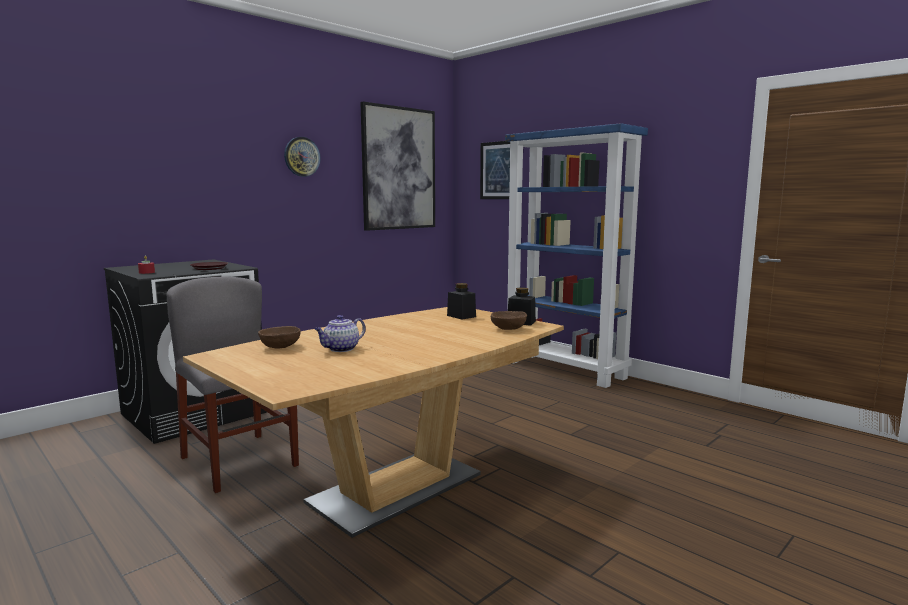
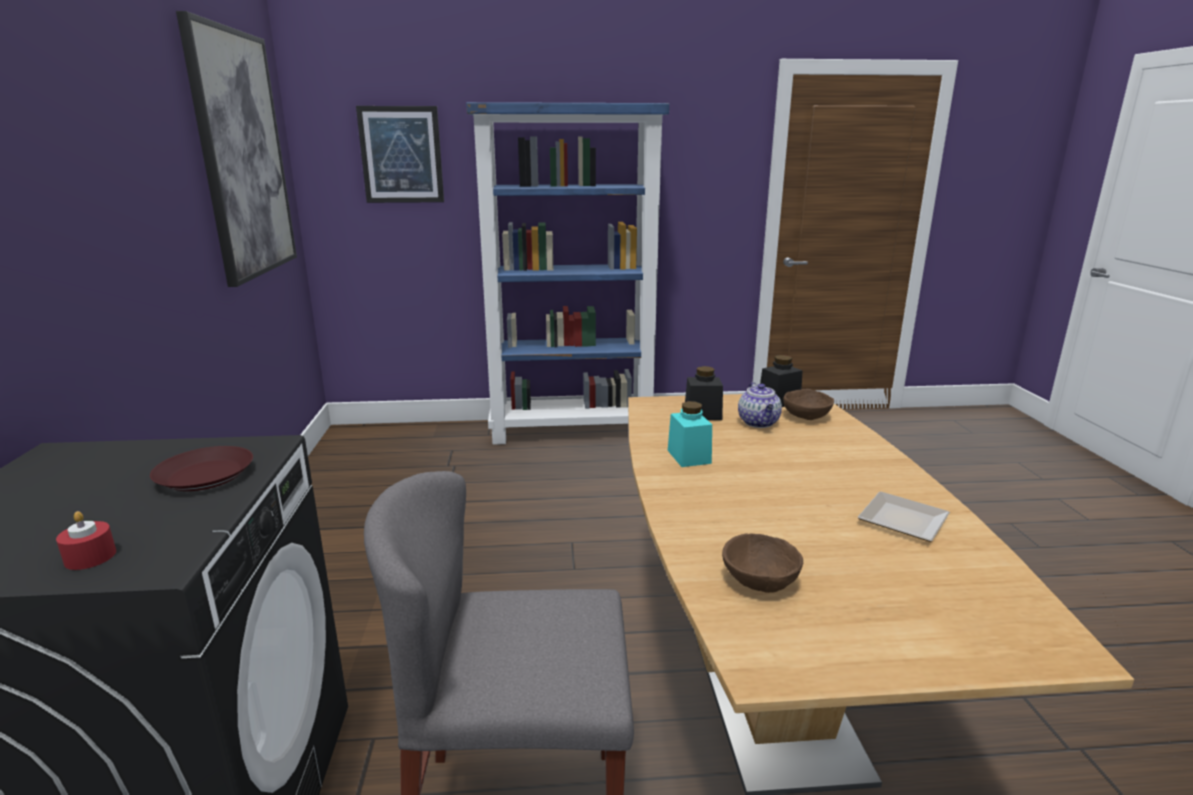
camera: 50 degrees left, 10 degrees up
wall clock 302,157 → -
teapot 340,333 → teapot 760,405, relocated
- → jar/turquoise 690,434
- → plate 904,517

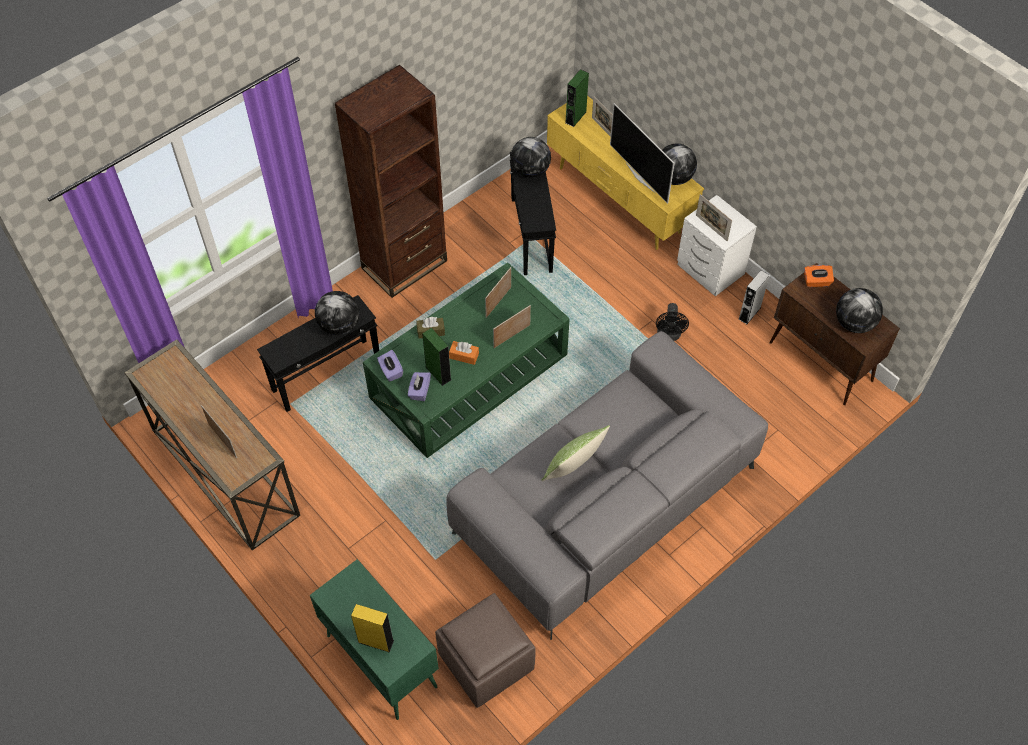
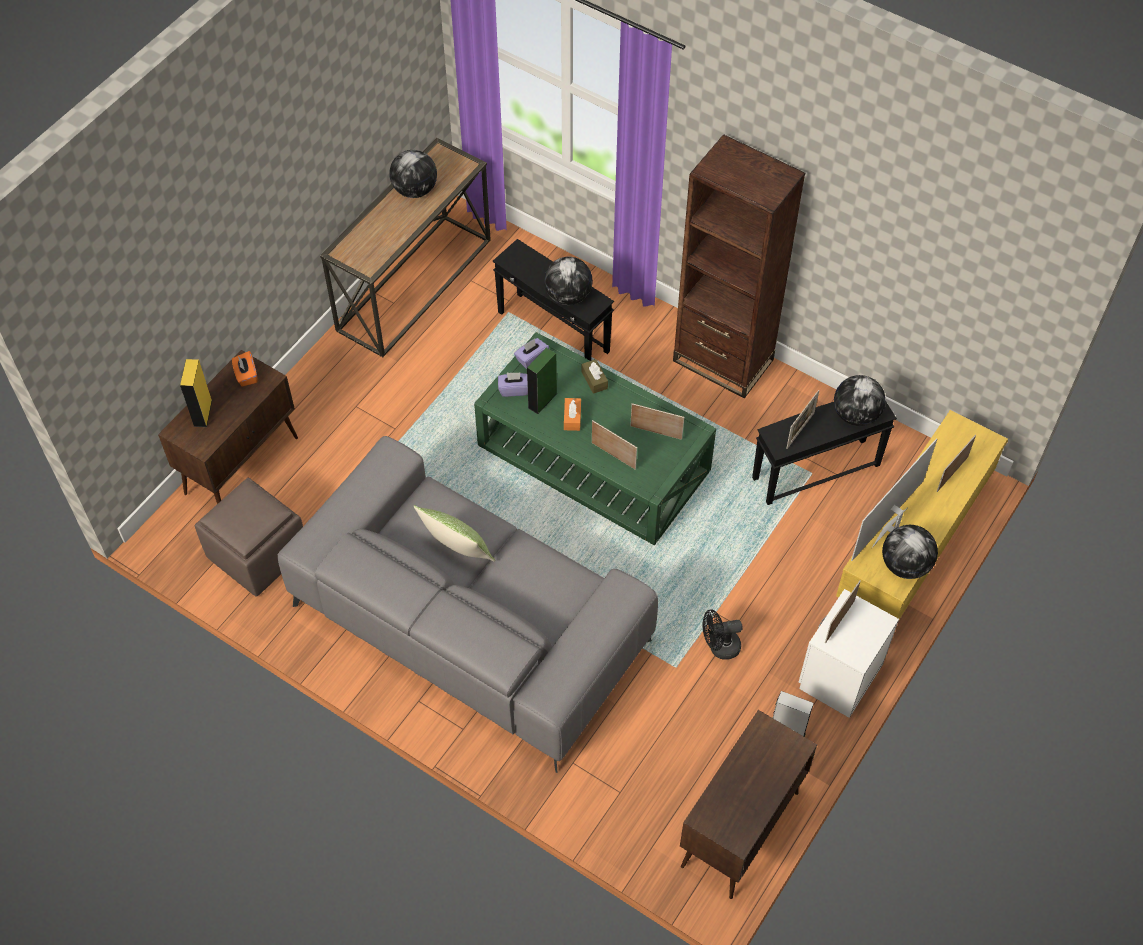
camera: 75 degrees right, 0 degrees up
speaker/green 577,98 → -
tissue box/orange 819,276 → tissue box/orange 245,368, relocated
globe 859,310 → globe 413,174, relocated
picture frame 219,431 → picture frame 802,419, relocated
cabinet/green 374,639 → cabinet/brown 228,427

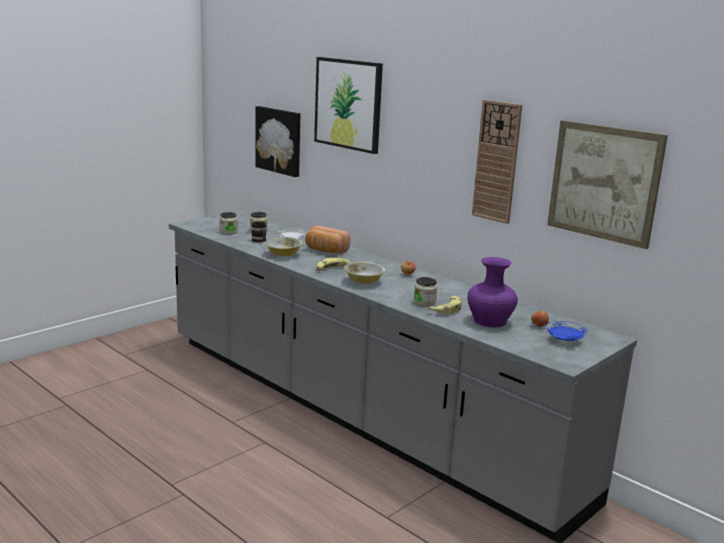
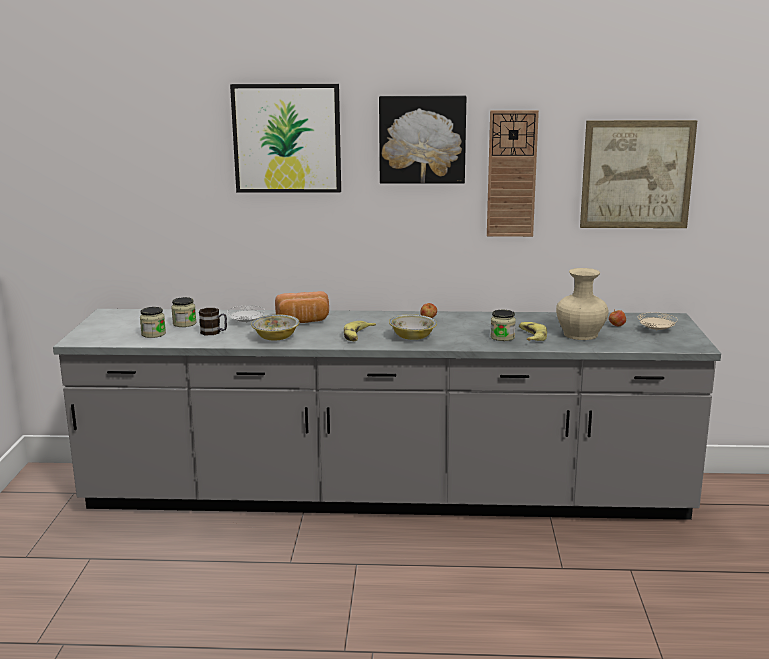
camera: 40 degrees left, 0 degrees up
picture 277,141 → picture 422,140, relocated
vase/purple 492,292 → vase/beige 582,304
plate/blue 566,331 → plate/beige 658,321

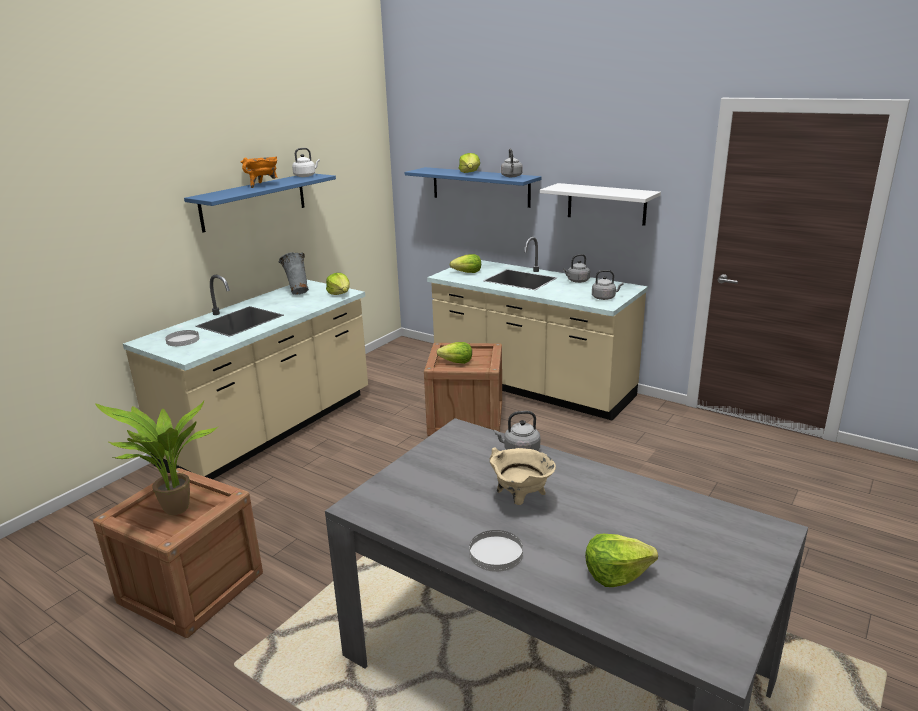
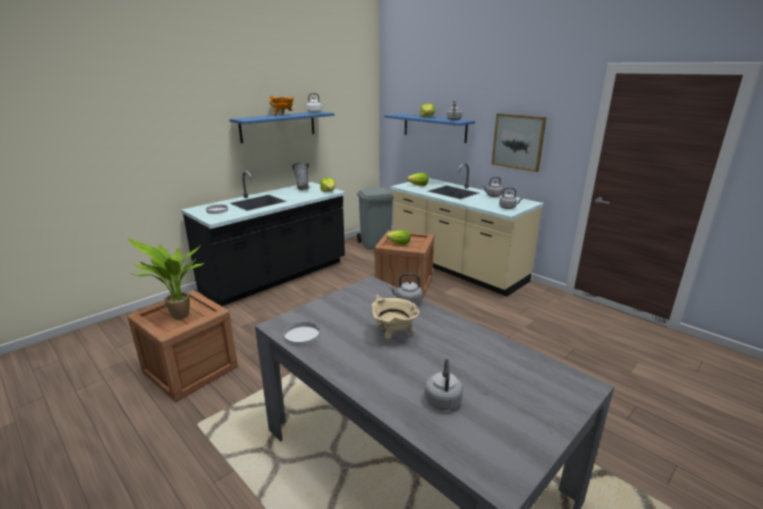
camera: 10 degrees right, 0 degrees up
shelf/white 600,204 → picture 519,142
counter/beige 245,377 → counter/black 263,238
plate/white 496,551 → plate/white 301,334, relocated
lettuce 621,560 → kettle/grey 444,384
- → trash can/grey 375,218

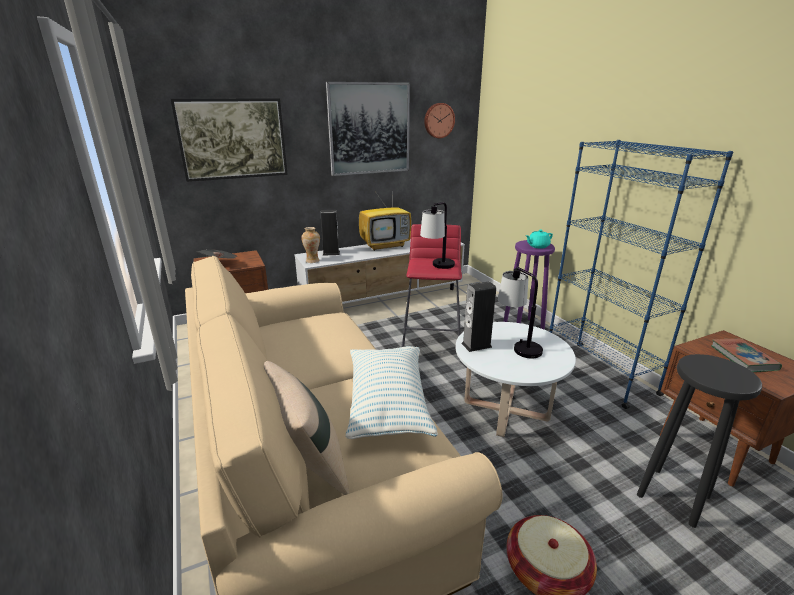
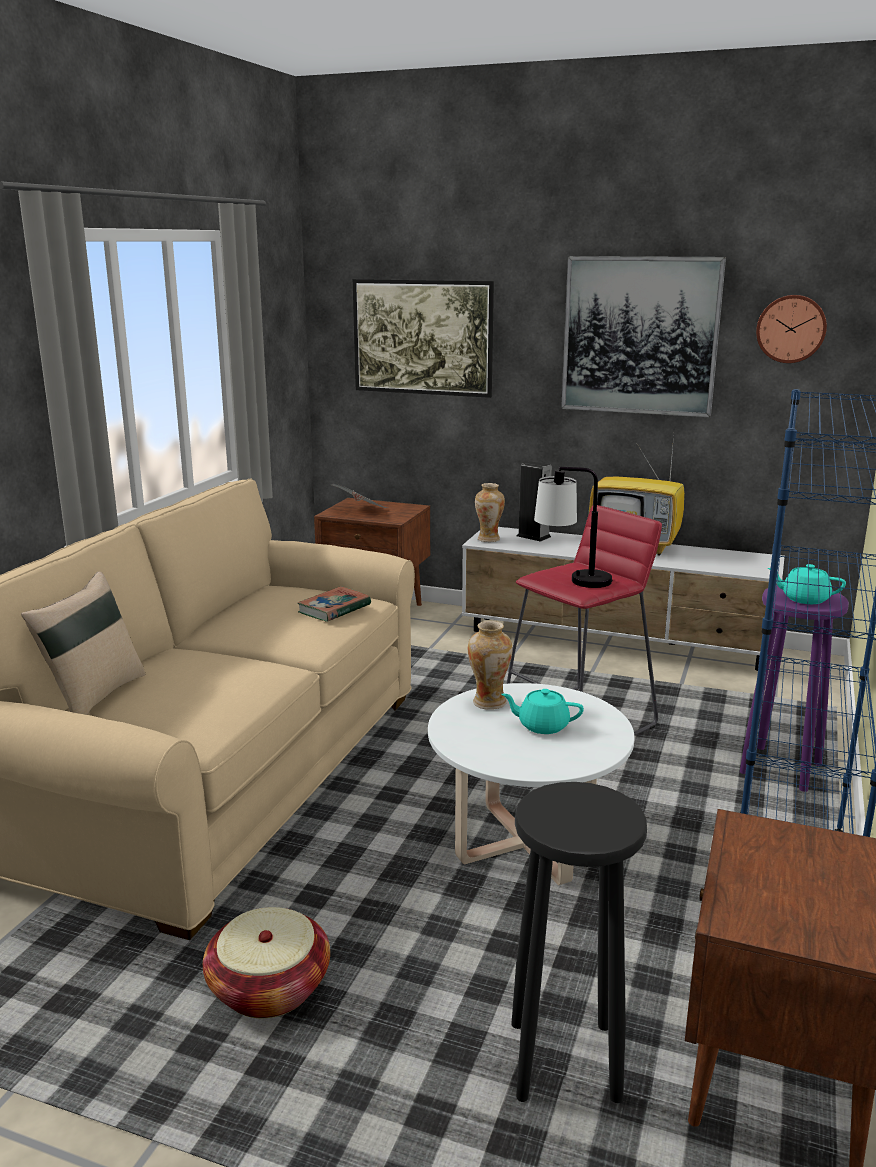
camera: 45 degrees right, 5 degrees down
table lamp 520,312 → teapot/turquoise 543,711
speaker 478,317 → vase 490,665
book 746,355 → book 334,604, relocated
pillow 391,392 → -

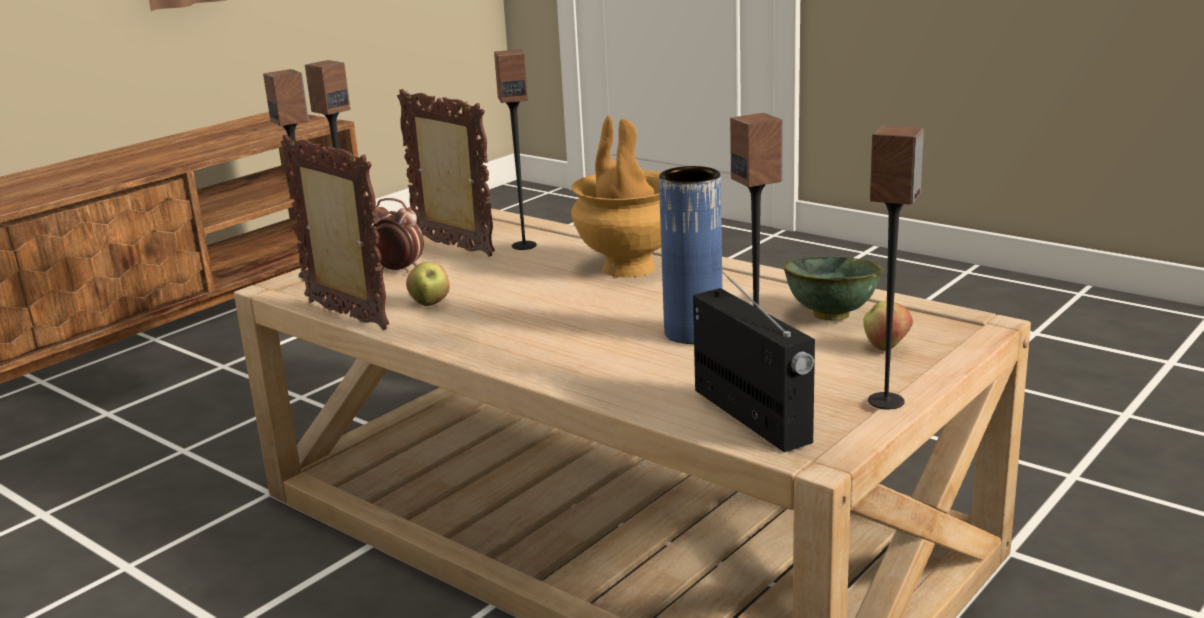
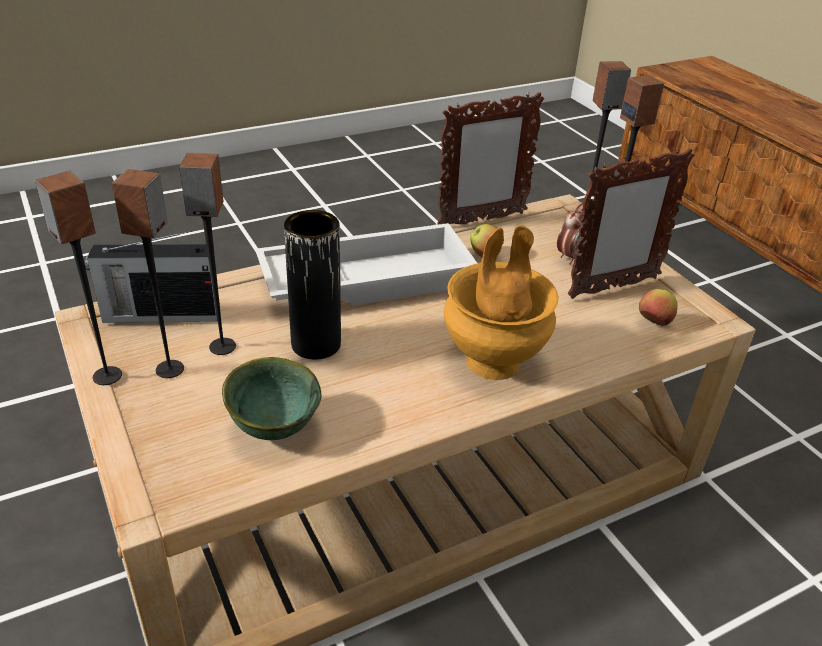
camera: 110 degrees right, 15 degrees up
speaker 515,149 → speaker 148,273, relocated
vase/blue 690,255 → vase/black 312,285
apple 888,326 → apple 658,307, relocated
- → tray/white 366,264

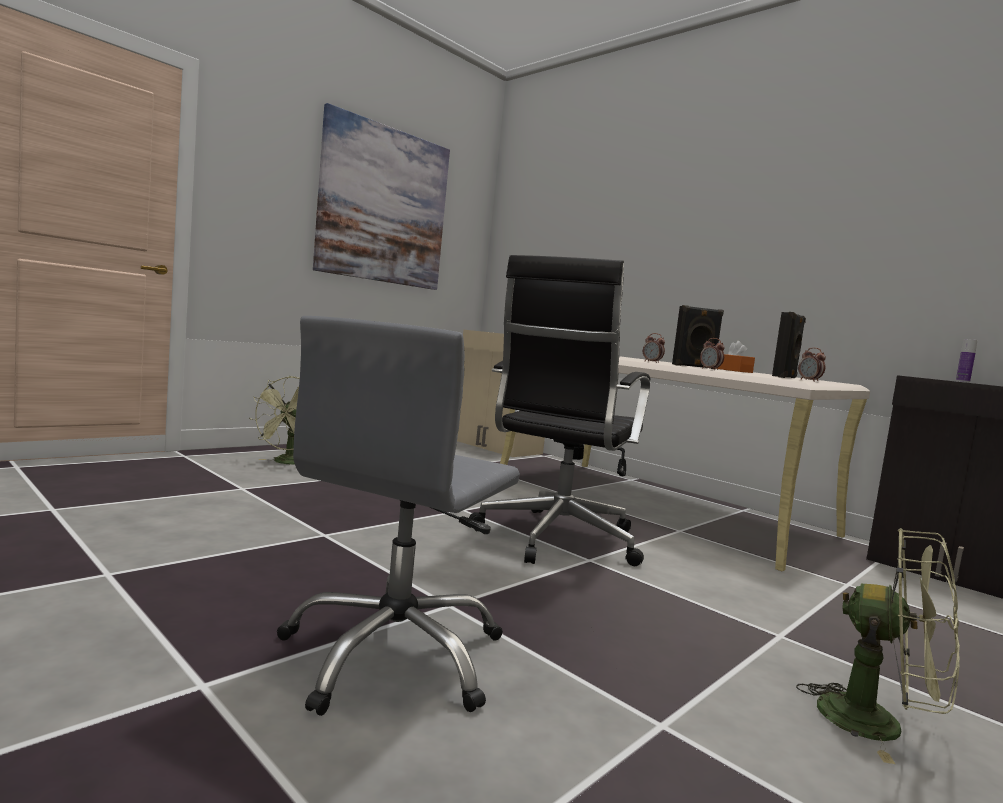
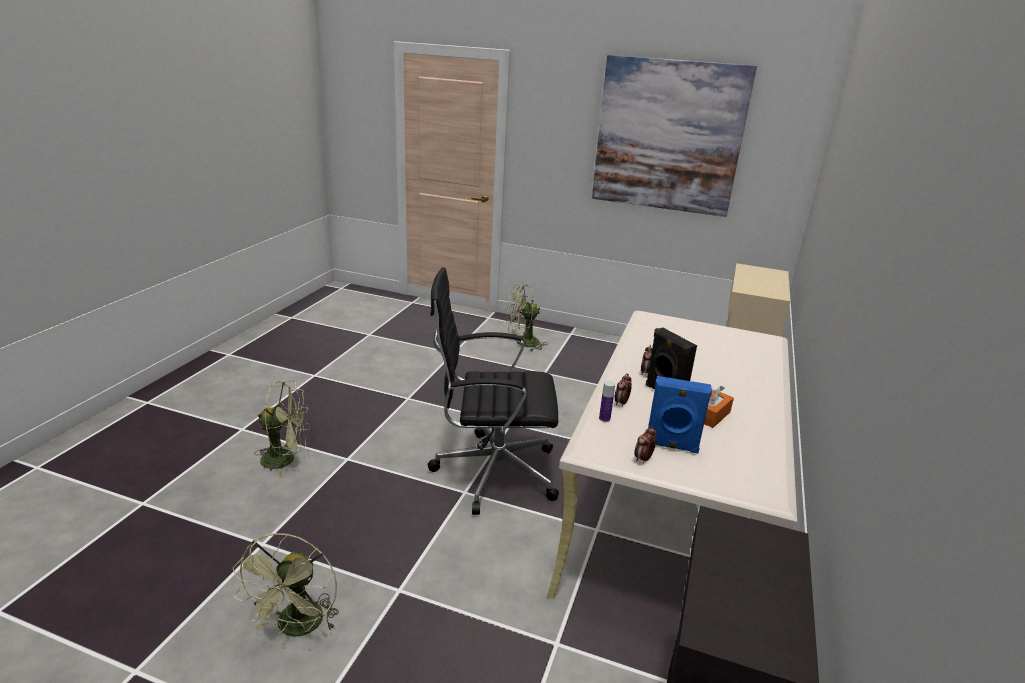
camera: 65 degrees right, 20 degrees up
speaker/black 789,345 → speaker/blue 680,414
office chair/grey 398,516 → fan/green 282,429
bottle 966,361 → bottle 607,401, relocated

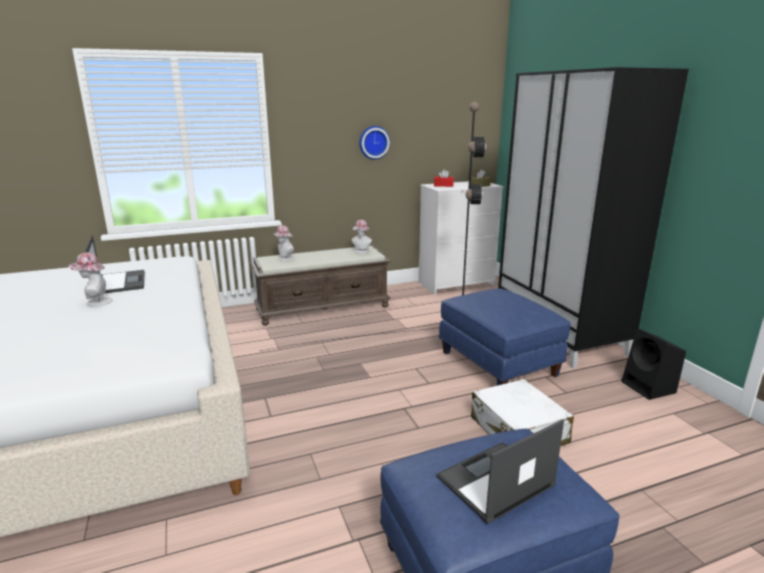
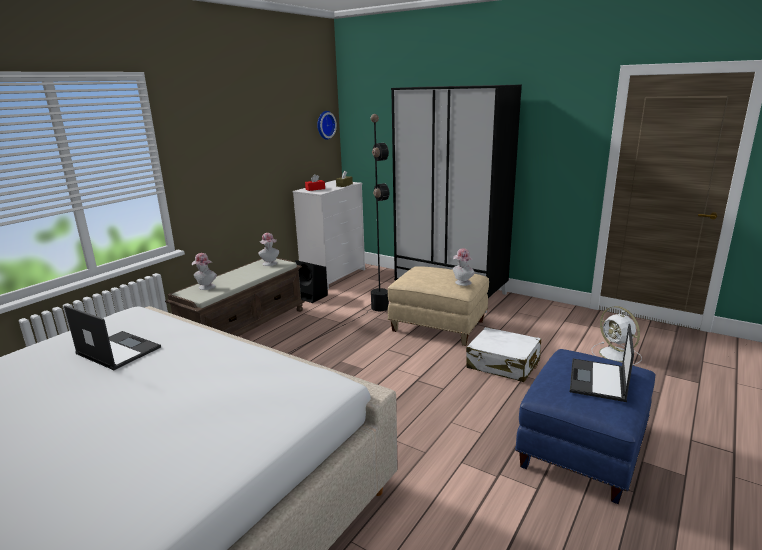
camera: 35 degrees left, 0 degrees up
wall clock 374,143 → wall clock 327,125, relocated
hat 90,280 → hat 464,267, relocated
ottoman/blue 505,337 → ottoman/beige 438,306
speaker/black 653,364 → speaker/black 311,281, relocated
- → fan/white 617,335

